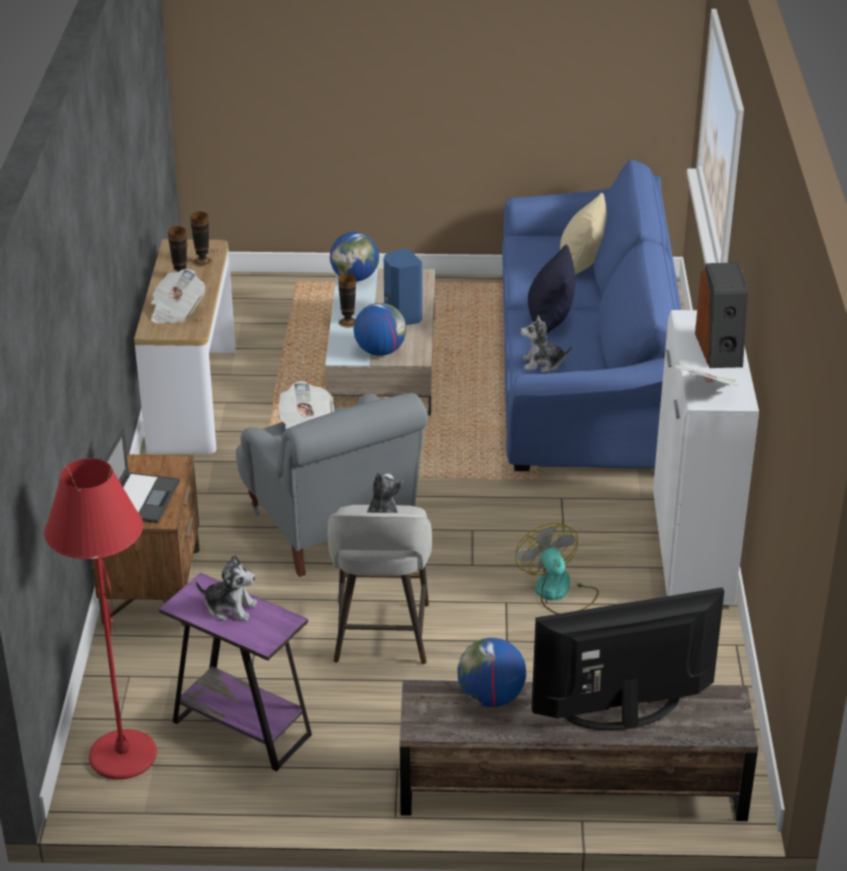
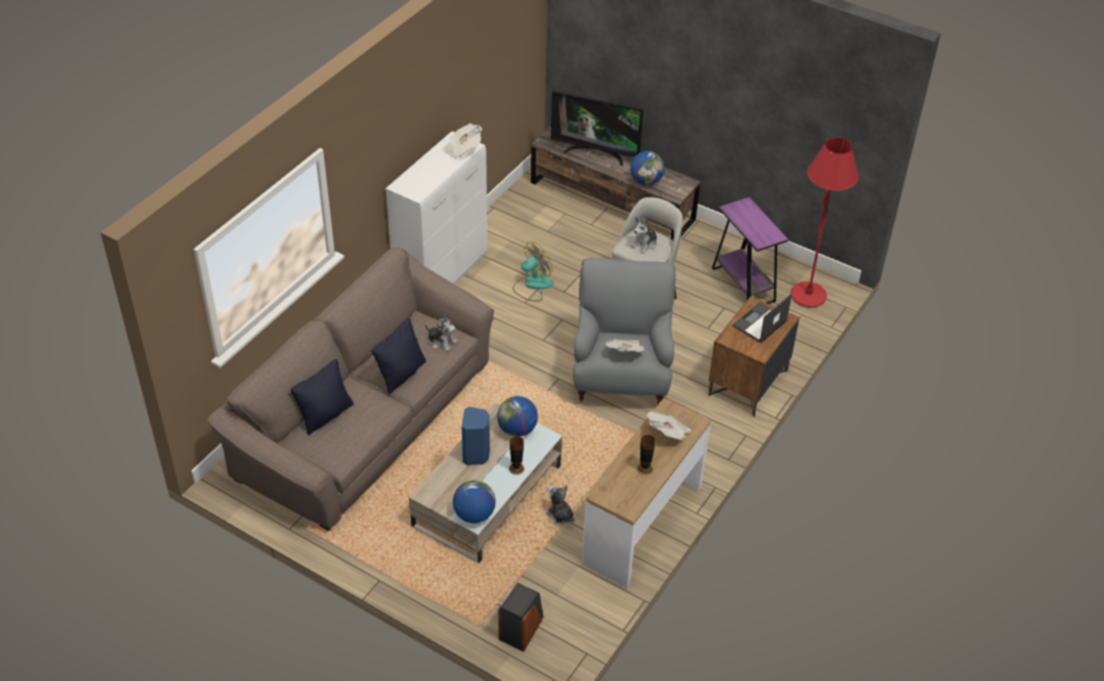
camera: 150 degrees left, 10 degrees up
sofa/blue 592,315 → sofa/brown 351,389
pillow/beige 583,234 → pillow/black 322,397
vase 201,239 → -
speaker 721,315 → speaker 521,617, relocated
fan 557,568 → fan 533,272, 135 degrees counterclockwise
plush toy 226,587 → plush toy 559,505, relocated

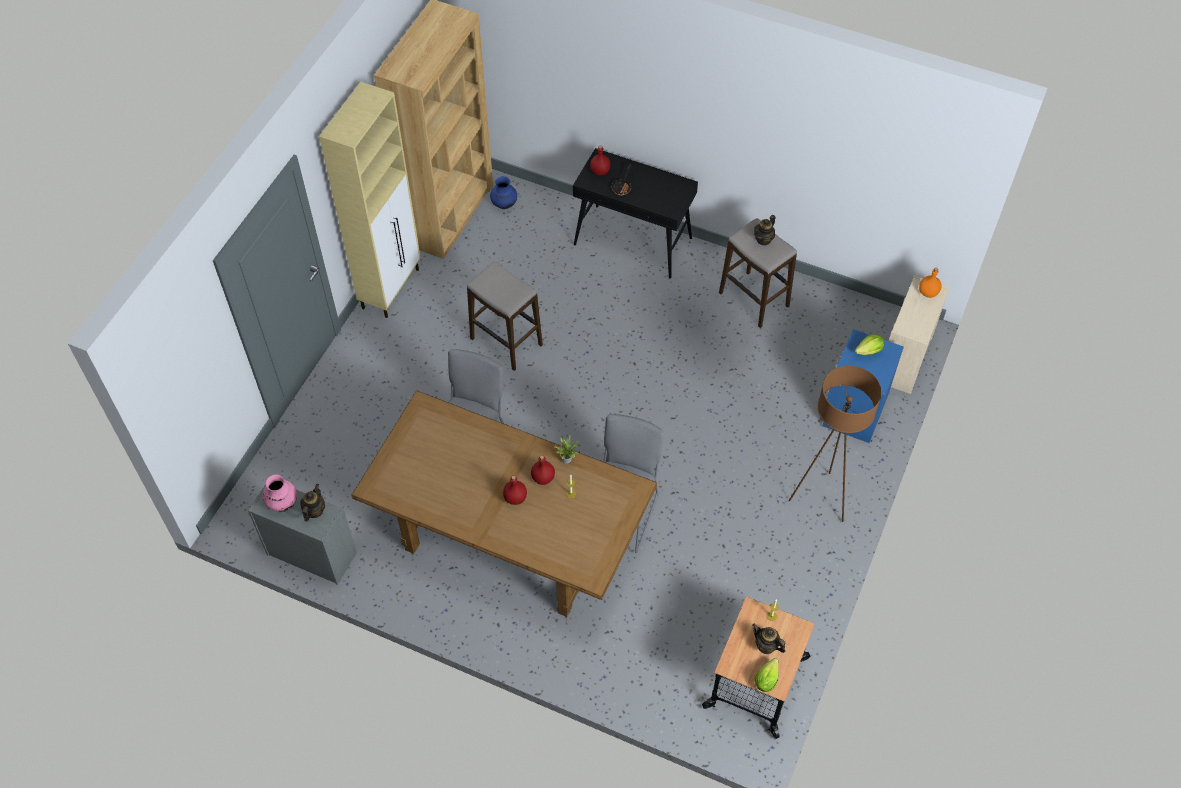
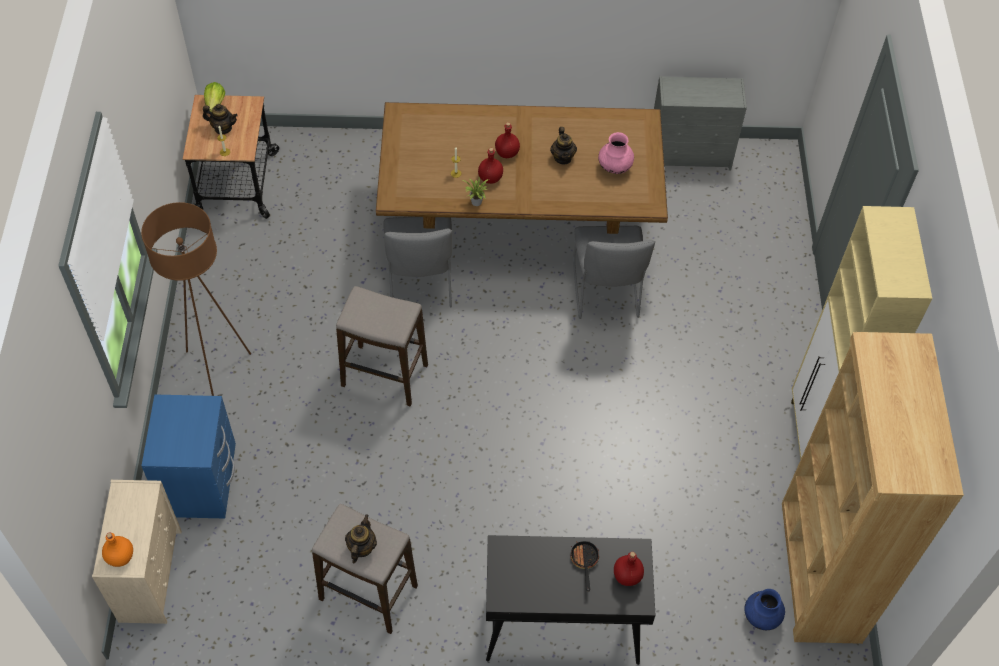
camera: 155 degrees right, 0 degrees up
stool 505,316 → stool 382,346, relocated
lettuce 869,344 → -
vase/pink 279,493 → vase/pink 616,153, relocated
teapot 312,503 → teapot 563,146, relocated

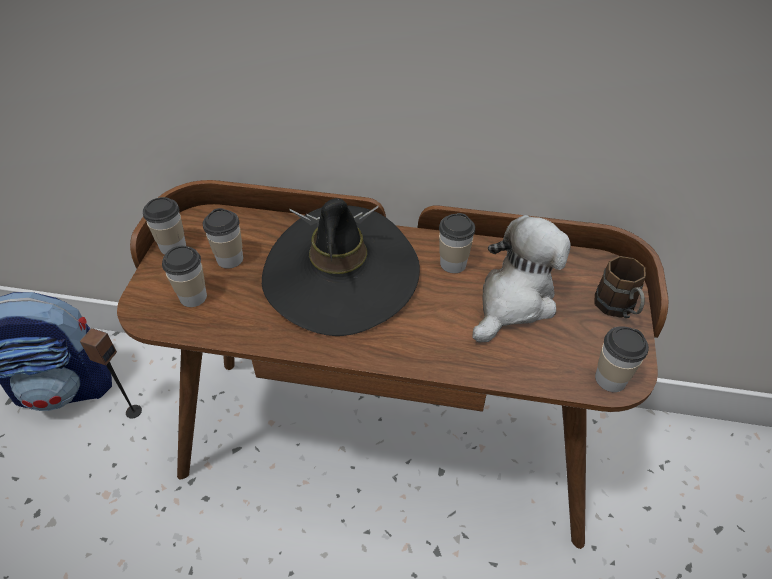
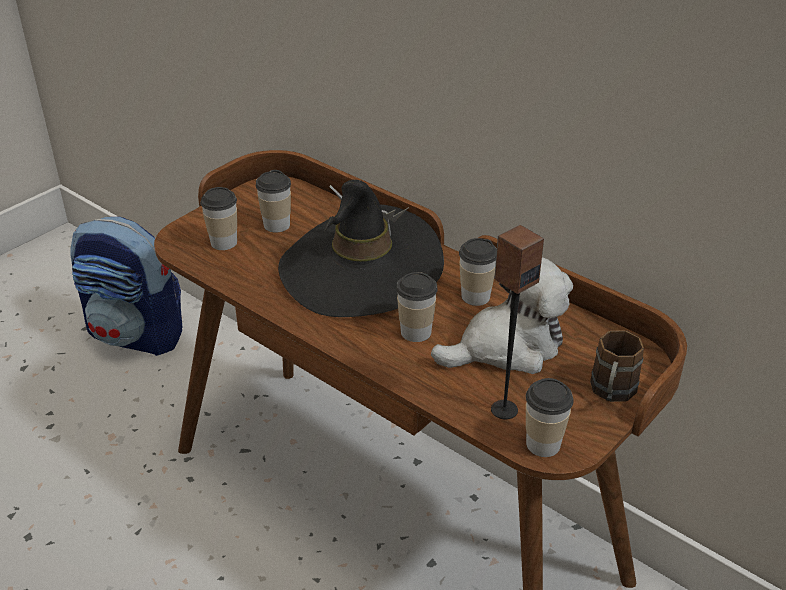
camera: 30 degrees right, 10 degrees down
cup 164,226 → cup 417,307, relocated
speaker 111,373 → speaker 517,322, relocated

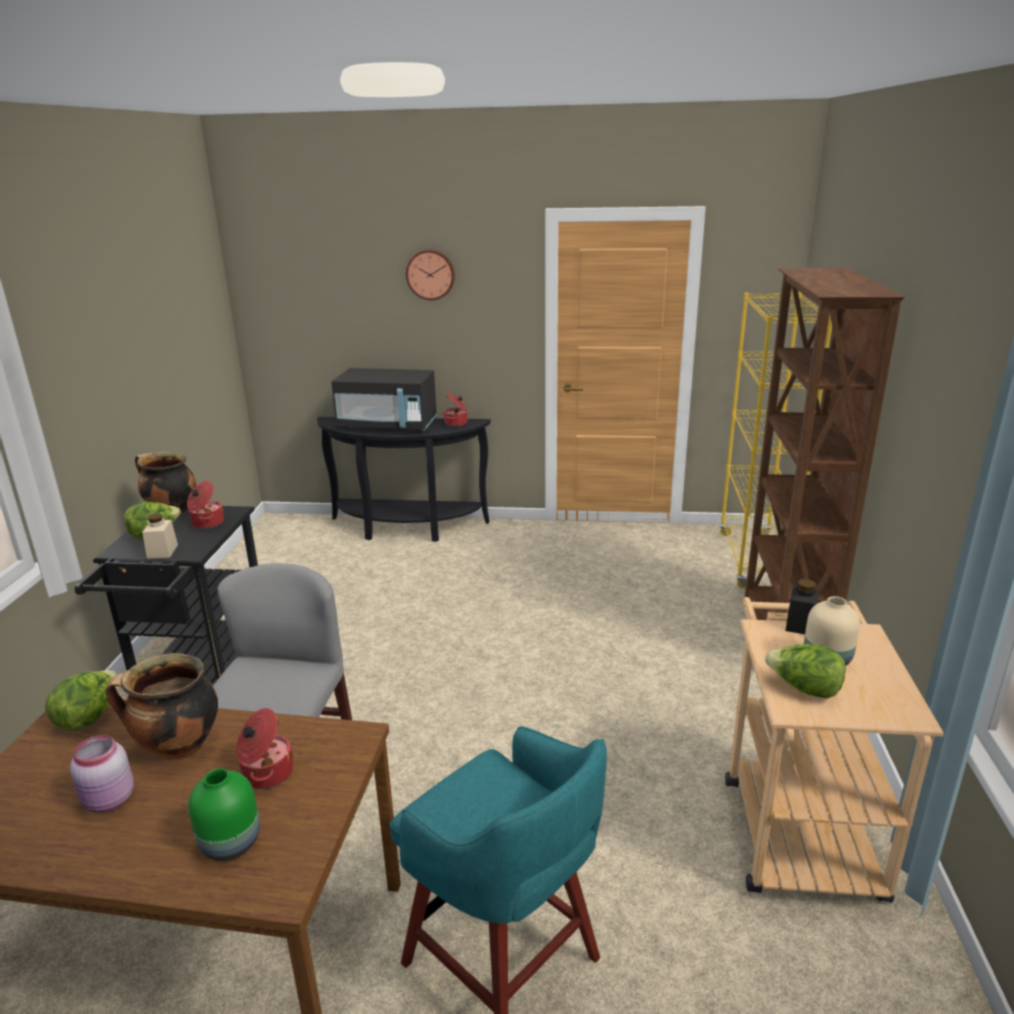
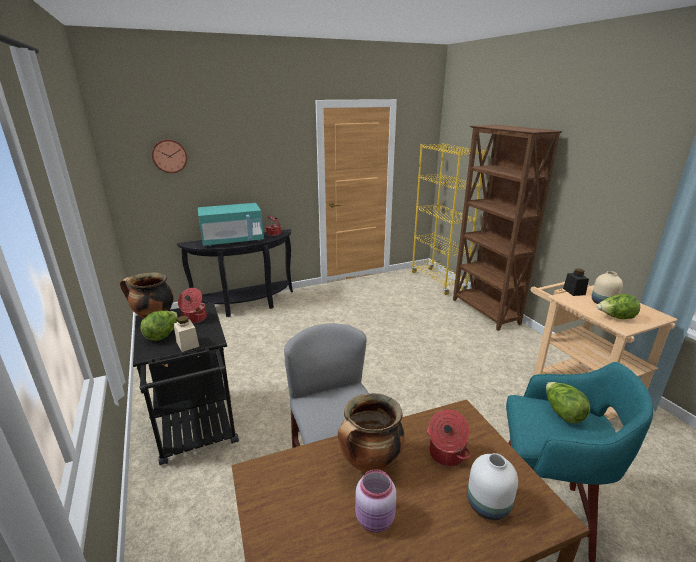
camera: 30 degrees left, 0 degrees up
wall clock 430,275 → wall clock 169,156, relocated
microwave/black 384,399 → microwave/turquoise 231,224
lettuce 81,700 → lettuce 568,402, relocated
vase/green 224,814 → vase/white 492,486

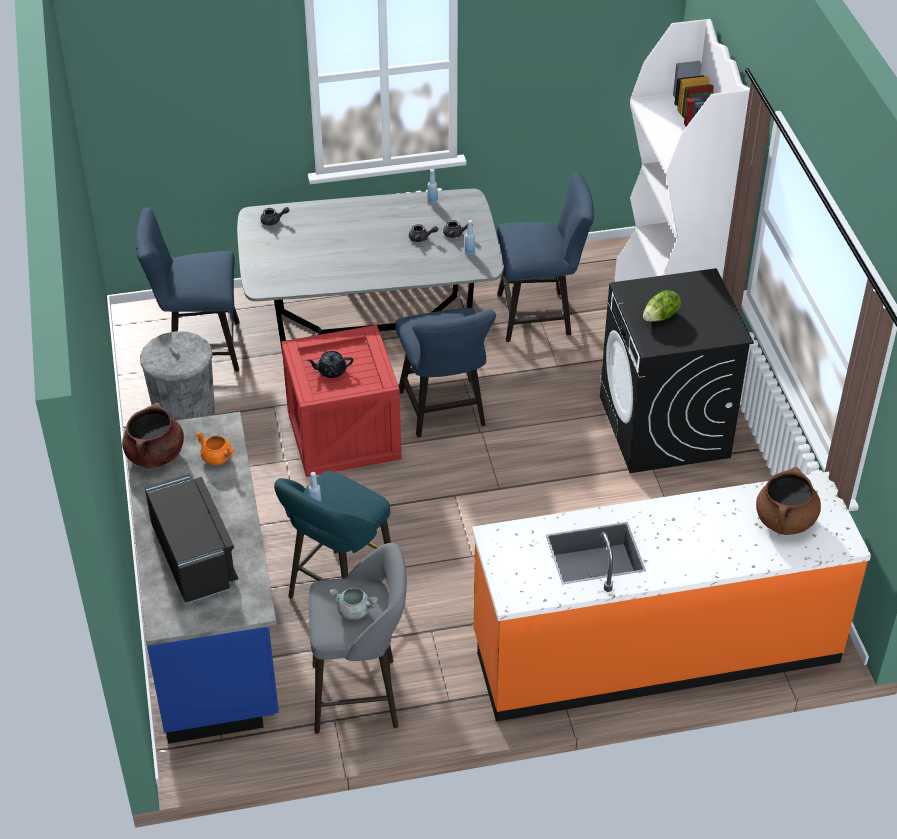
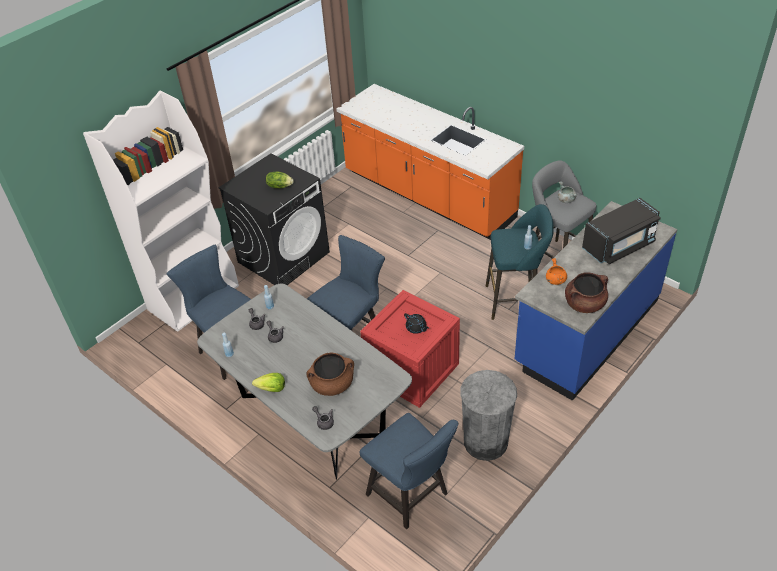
camera: 125 degrees left, 0 degrees up
cooking pot/brown 788,501 → cooking pot/brown 330,374, relocated
microwave/black 191,539 → microwave/black 621,231, 150 degrees counterclockwise
- → lettuce 268,382

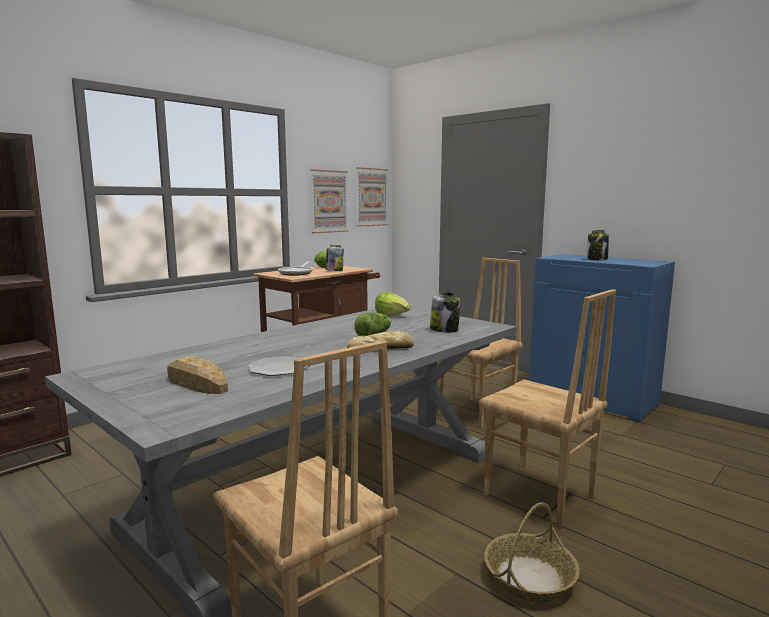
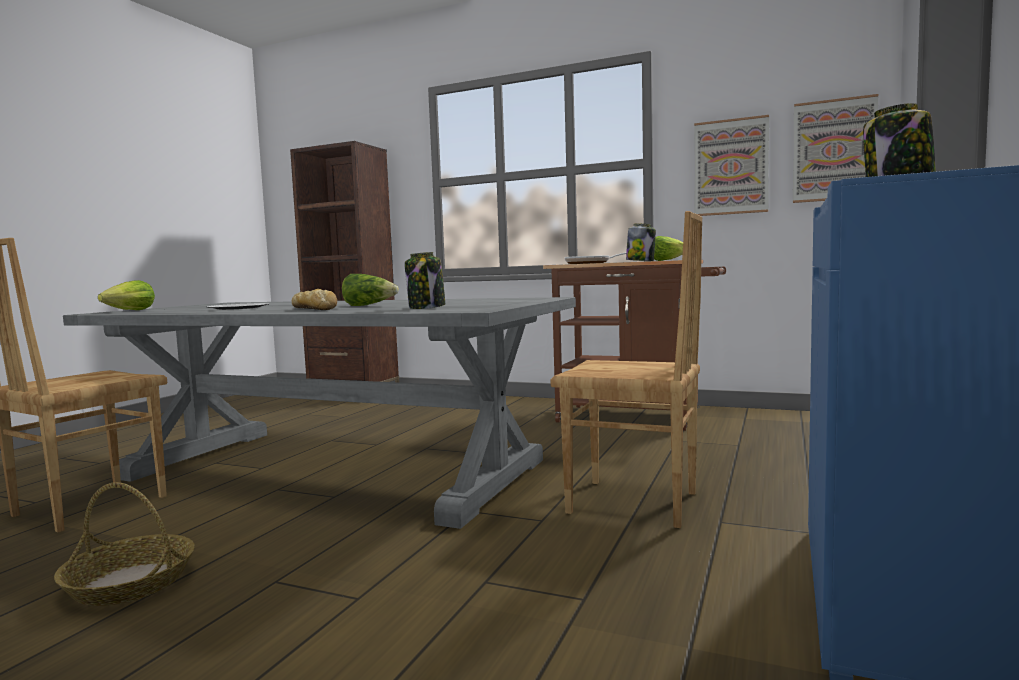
camera: 70 degrees right, 5 degrees down
chair/brown 547,408 → -
lettuce 393,304 → lettuce 126,295, relocated
bread 197,375 → -

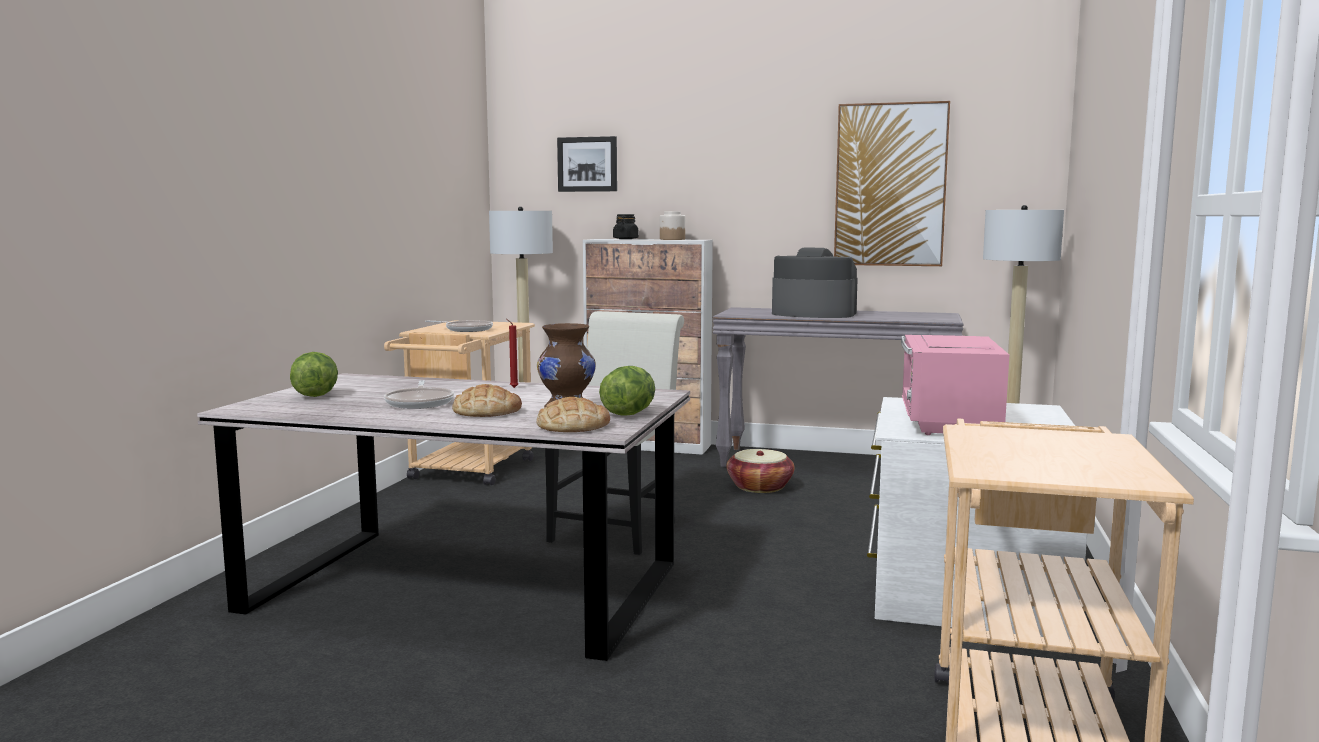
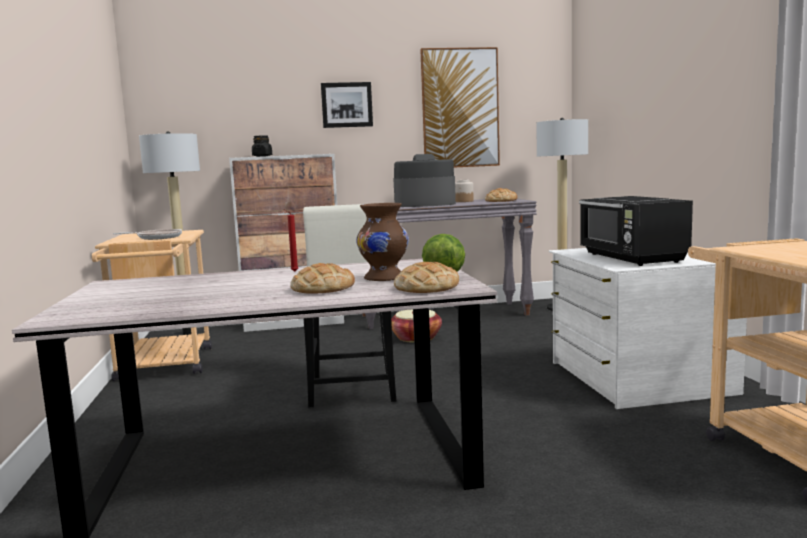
camera: 25 degrees left, 0 degrees up
picture 587,164 → picture 347,105, relocated
jar 672,225 → jar 464,191, relocated
microwave/pink 955,385 → microwave/black 636,231
lettuce 314,374 → -
frying pan 419,394 → -
- → bread 501,195

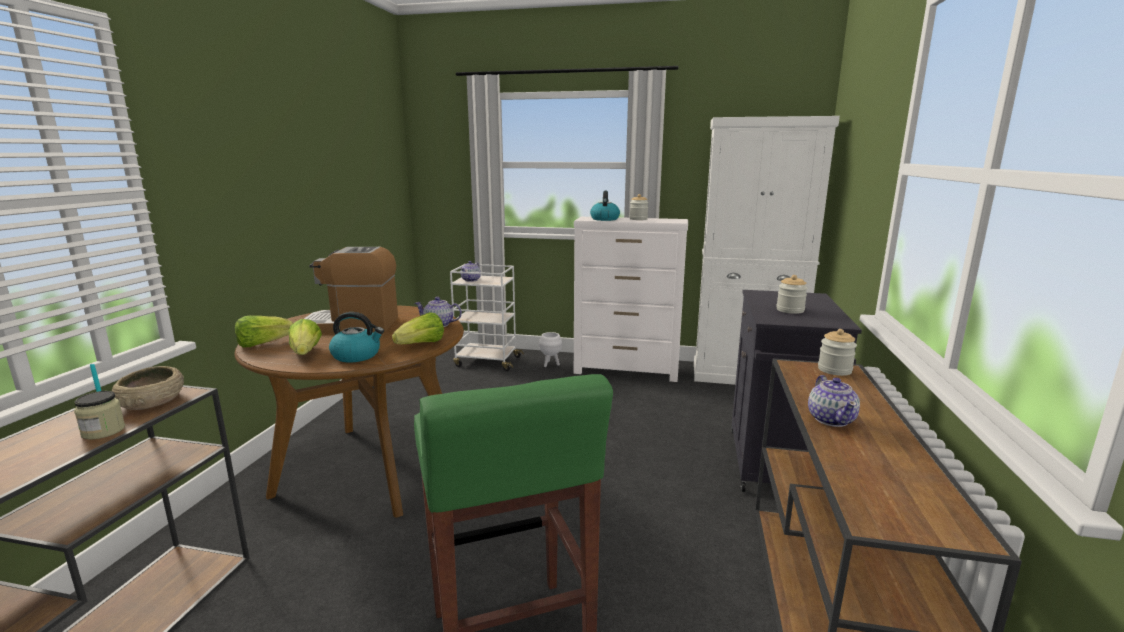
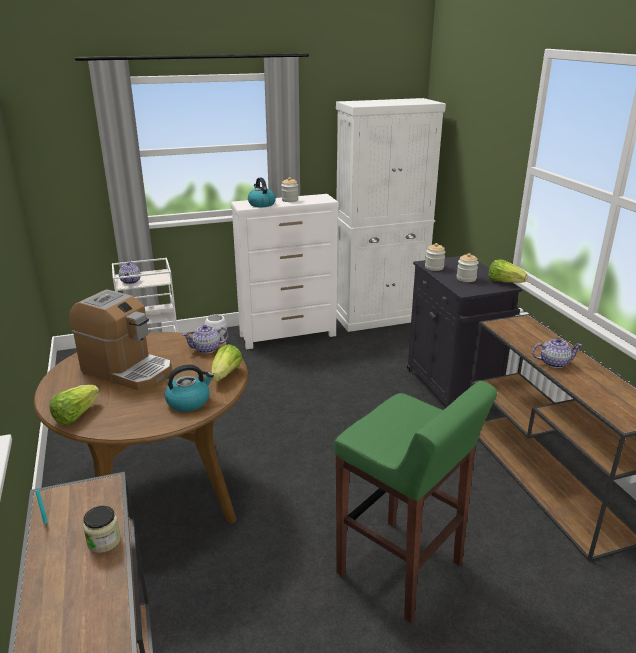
camera: 30 degrees left, 10 degrees up
coffee machine 351,290 → coffee machine 120,340, 120 degrees counterclockwise
lettuce 305,337 → lettuce 508,271, relocated
jar 837,352 → jar 435,257, relocated
bowl/beige 148,388 → -
teapot 834,401 → teapot 557,353, 60 degrees counterclockwise

